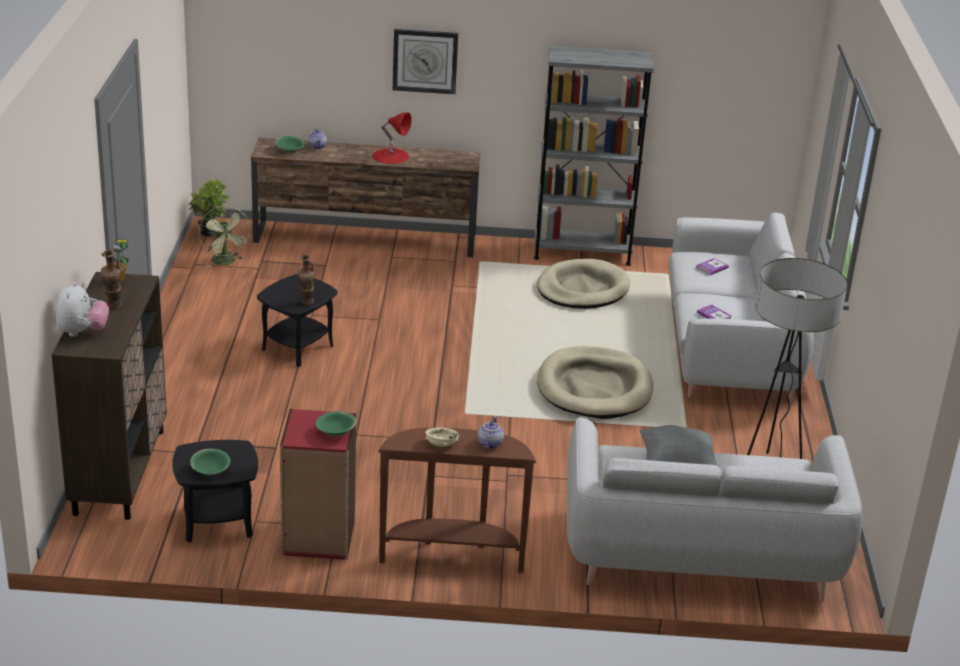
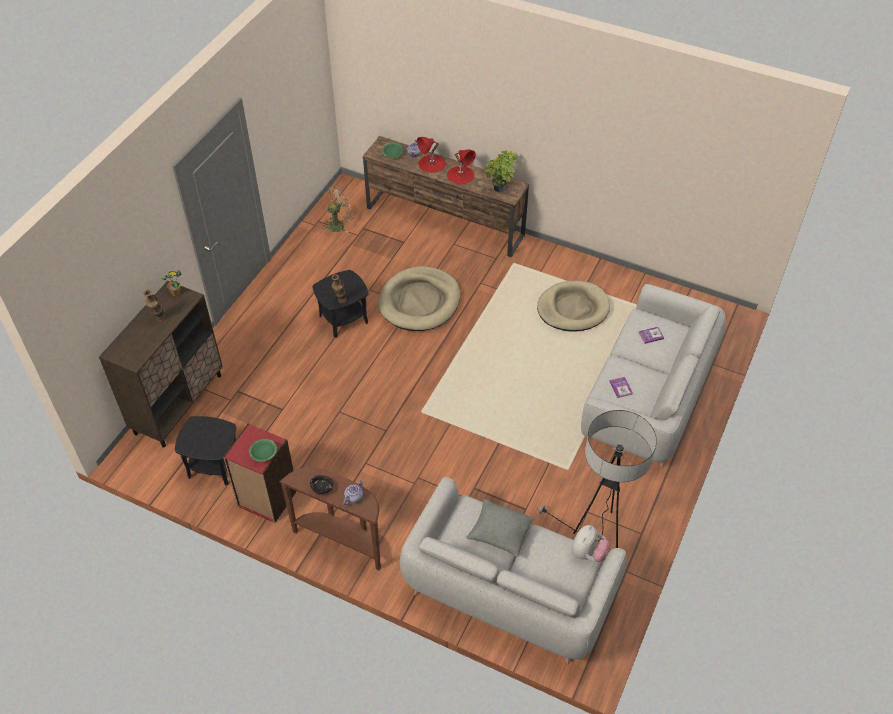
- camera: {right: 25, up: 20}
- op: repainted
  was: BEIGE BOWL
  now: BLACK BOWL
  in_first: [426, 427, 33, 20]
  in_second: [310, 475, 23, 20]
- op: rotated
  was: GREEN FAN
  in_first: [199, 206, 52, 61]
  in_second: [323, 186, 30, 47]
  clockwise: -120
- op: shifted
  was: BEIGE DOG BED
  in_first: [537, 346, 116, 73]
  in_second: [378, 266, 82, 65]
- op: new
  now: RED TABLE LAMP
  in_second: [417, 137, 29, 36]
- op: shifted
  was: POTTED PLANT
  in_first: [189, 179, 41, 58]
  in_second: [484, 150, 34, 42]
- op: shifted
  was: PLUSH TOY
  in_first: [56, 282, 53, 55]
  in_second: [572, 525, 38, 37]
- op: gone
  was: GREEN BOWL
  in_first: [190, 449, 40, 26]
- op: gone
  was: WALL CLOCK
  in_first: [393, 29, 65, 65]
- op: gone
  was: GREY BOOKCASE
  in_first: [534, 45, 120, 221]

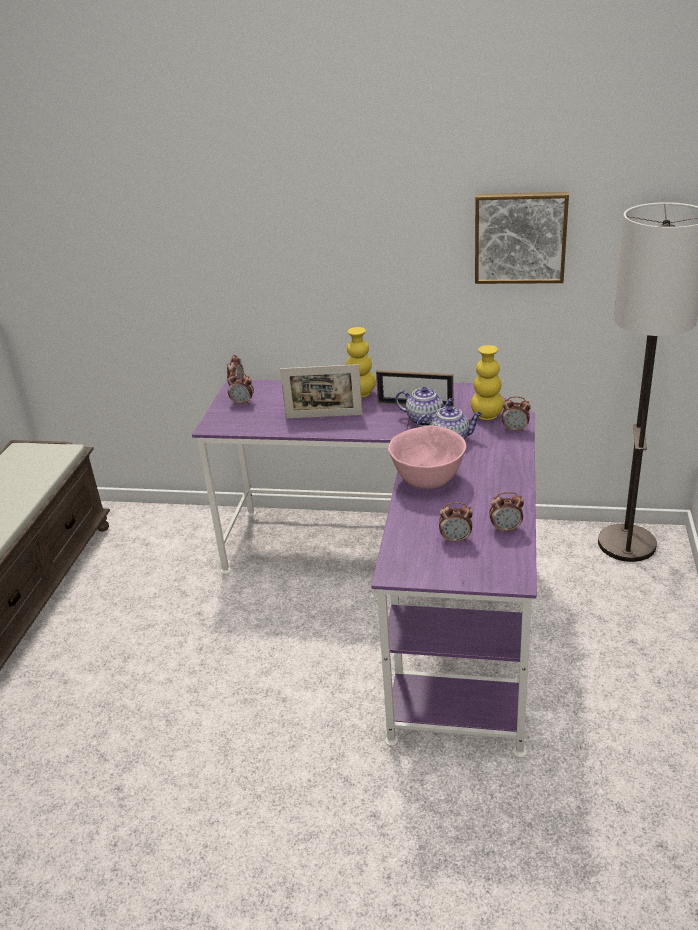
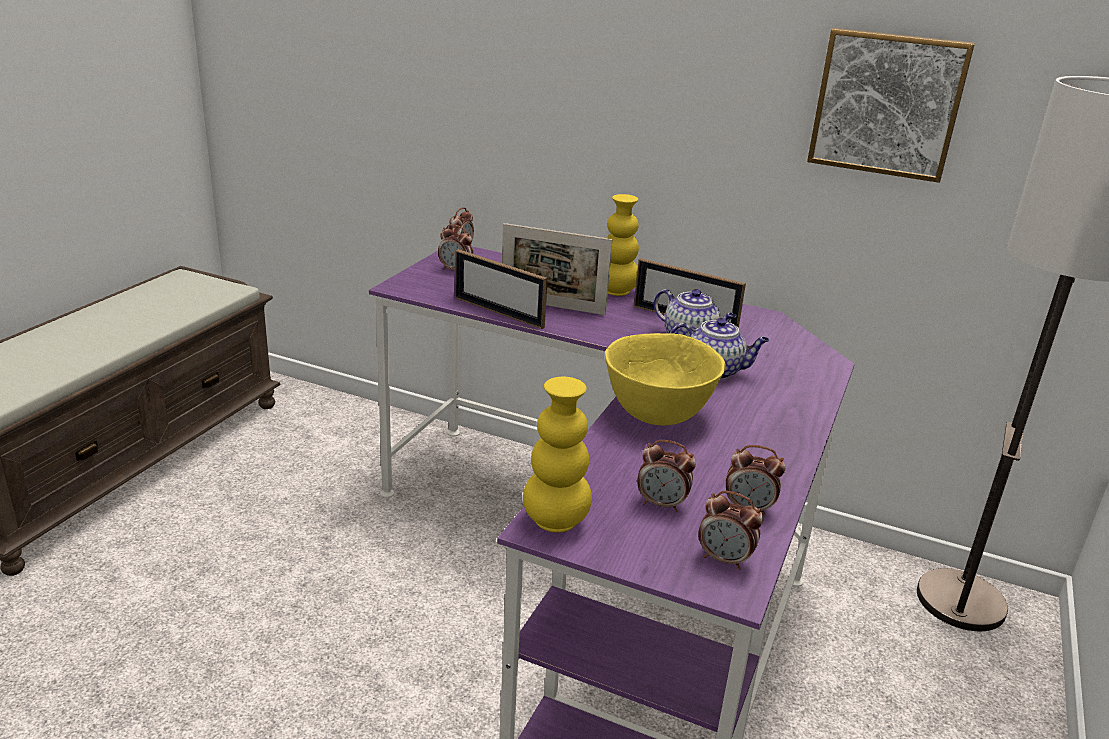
- camera: {right: 10, up: -5}
- op: new
  now: PICTURE FRAME
  in_second: [455, 249, 93, 80]
- op: shifted
  was: YELLOW VASE
  in_first: [471, 345, 33, 75]
  in_second: [523, 377, 69, 156]
- op: repainted
  was: PINK BOWL
  now: YELLOW BOWL
  in_first: [388, 425, 78, 64]
  in_second: [605, 333, 121, 92]
- op: shifted
  was: ALARM CLOCK
  in_first: [502, 396, 29, 36]
  in_second: [698, 491, 65, 79]

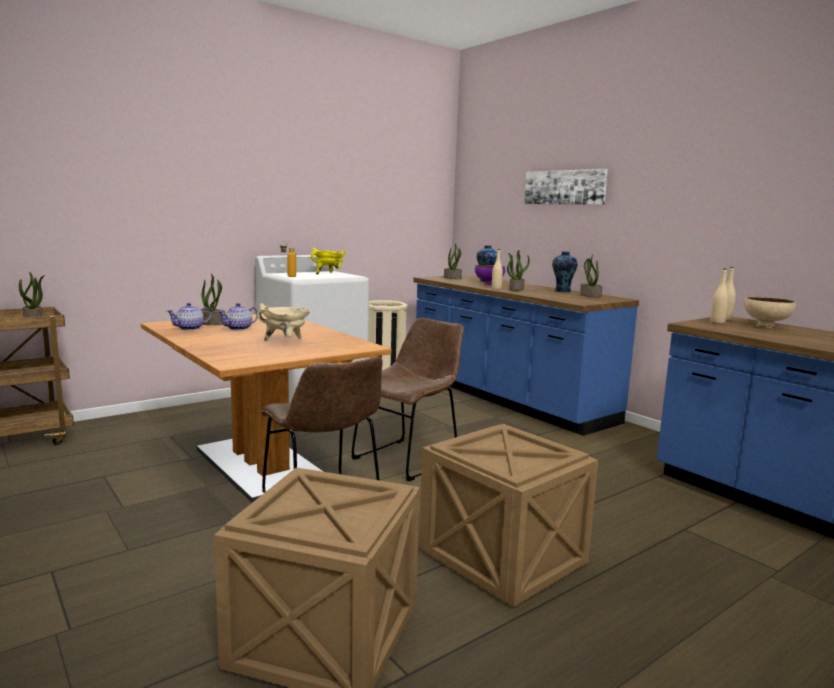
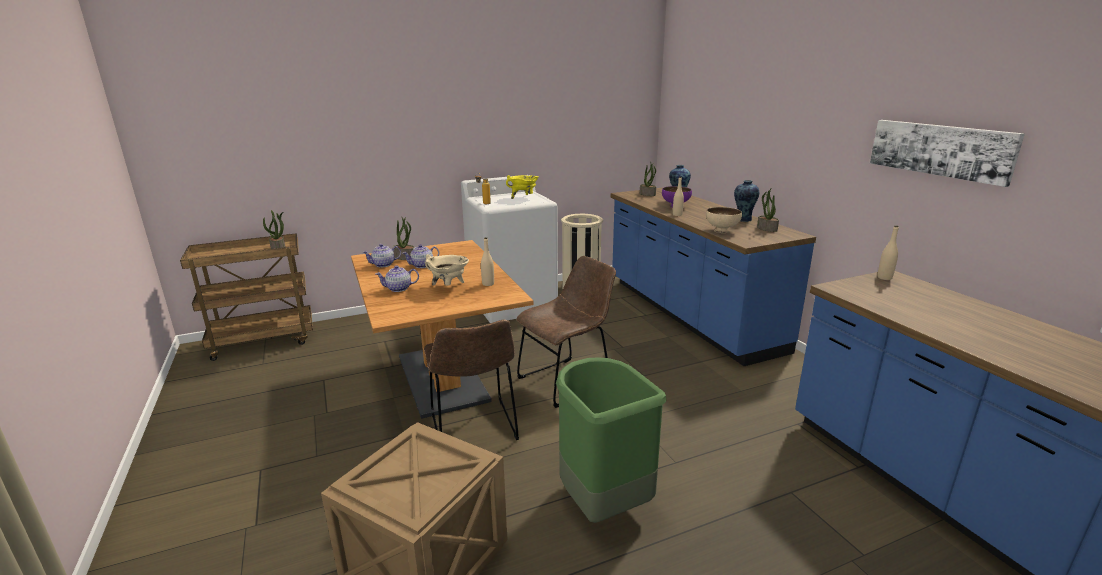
- camera: {right: 15, up: 10}
- op: new
  now: TEAPOT
  in_second: [375, 265, 44, 27]
- op: shifted
  was: BEIGE BOTTLE
  in_first: [711, 268, 18, 55]
  in_second: [481, 237, 13, 49]
- op: swapped
  was: CRATE
  now: GREEN TRASH CAN
  in_first: [419, 424, 179, 183]
  in_second: [556, 357, 111, 166]
- op: shifted
  was: BEIGE BOWL
  in_first: [744, 297, 52, 31]
  in_second: [706, 207, 36, 26]
- op: shifted
  was: PICTURE
  in_first: [524, 169, 84, 36]
  in_second: [870, 120, 155, 67]
- op: gone
  was: POTTED PLANT
  in_first: [507, 250, 23, 41]

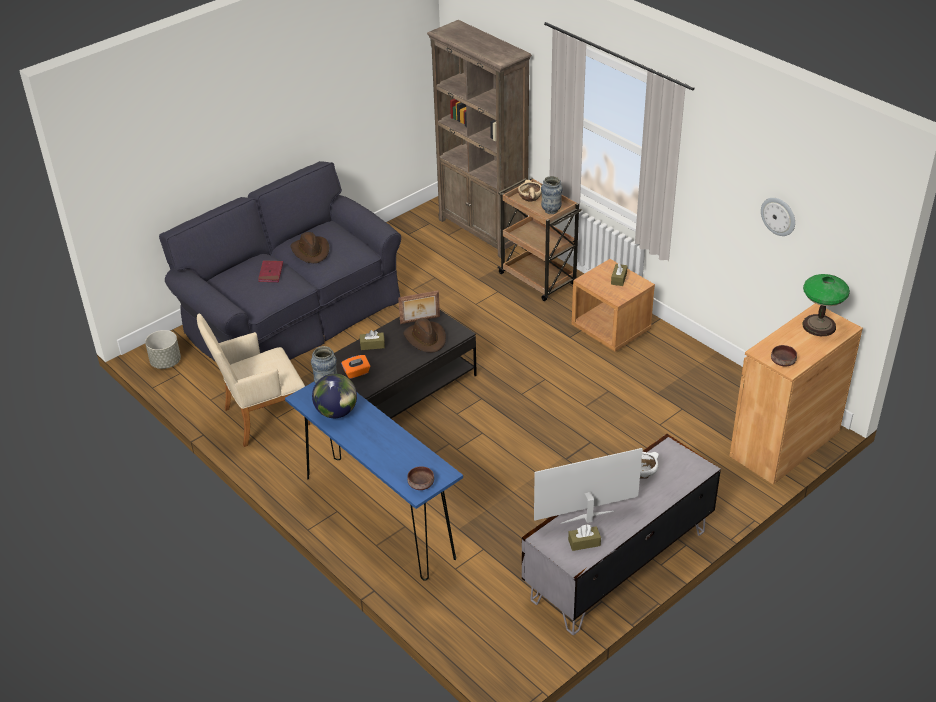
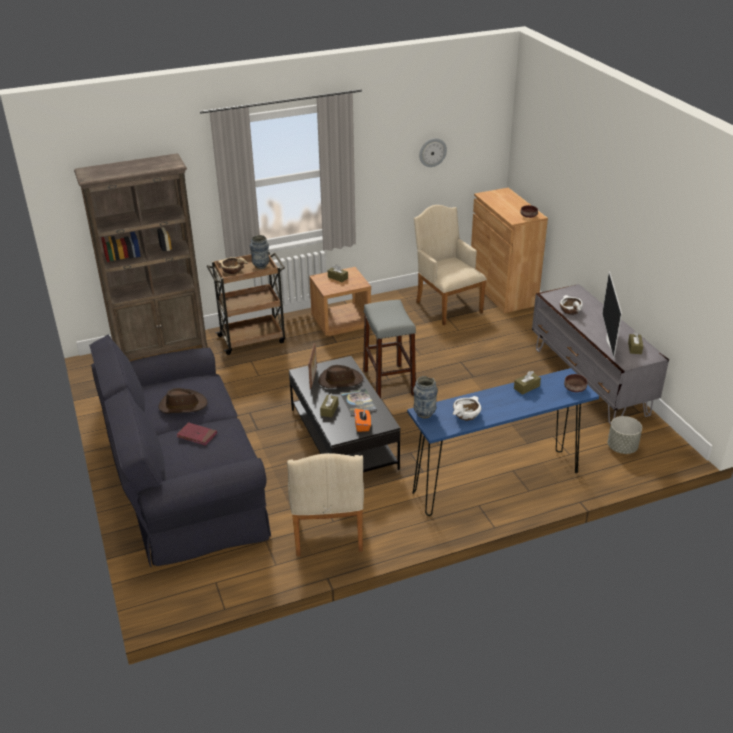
- camera: {right: -70, up: -5}
- op: new
  now: BOOK
  in_second: [341, 389, 36, 27]
- op: new
  now: GREY STOOL
  in_second: [363, 300, 53, 99]
- op: new
  now: BEIGE ARMCHAIR
  in_second: [414, 205, 73, 120]
- op: swapped
  was: GLOBE
  now: WHITE BOWL
  in_first: [312, 374, 45, 44]
  in_second: [453, 396, 28, 25]
- op: new
  now: BROWN TISSUE BOX
  in_second: [514, 371, 27, 24]
- op: shifted
  was: GREY PLANTER
  in_first: [145, 330, 36, 39]
  in_second: [608, 416, 34, 38]
- op: gone
  was: TABLE LAMP
  in_first: [802, 274, 48, 62]

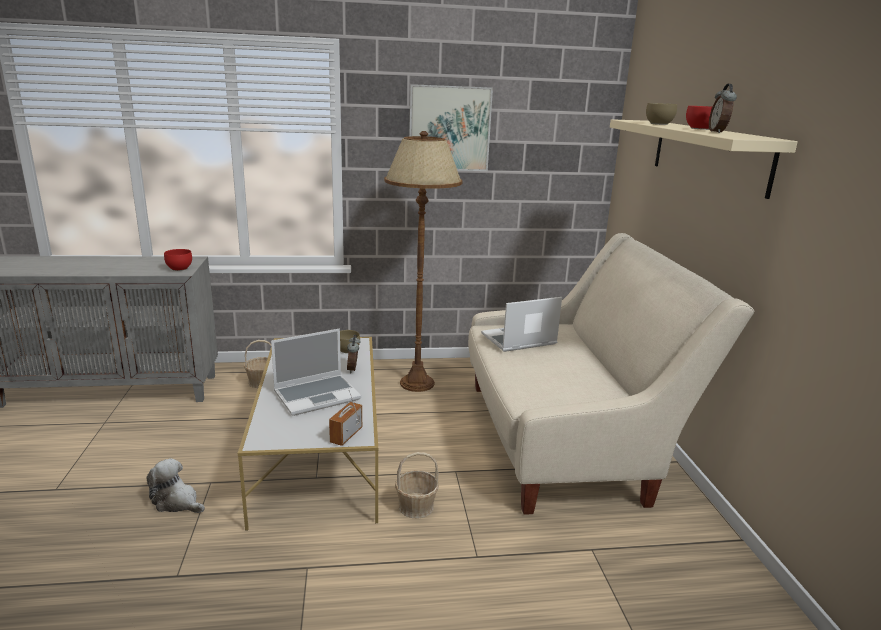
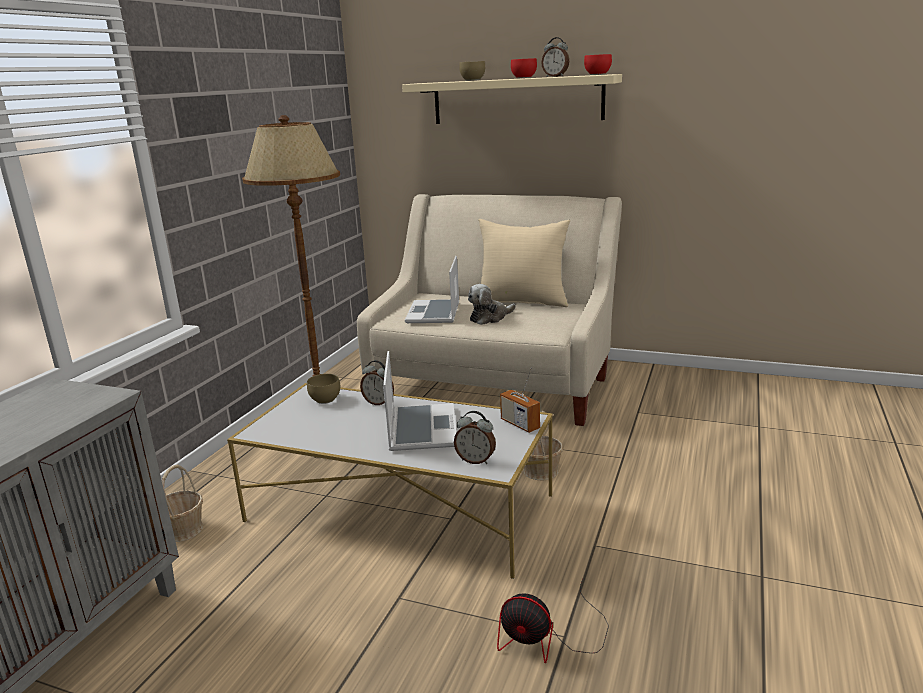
- camera: {right: -60, up: 0}
- op: new
  now: ALARM CLOCK
  in_second: [454, 411, 42, 53]
- op: shifted
  was: PLUSH TOY
  in_first: [147, 458, 58, 55]
  in_second: [468, 284, 48, 41]
- op: new
  now: BEIGE PILLOW
  in_second: [478, 219, 92, 88]
- op: new
  now: FAN
  in_second: [497, 579, 112, 84]
- op: shifted
  was: RED BOWL
  in_first: [164, 249, 28, 22]
  in_second: [584, 54, 28, 21]
- op: gone
  was: PICTURE
  in_first: [409, 84, 84, 87]

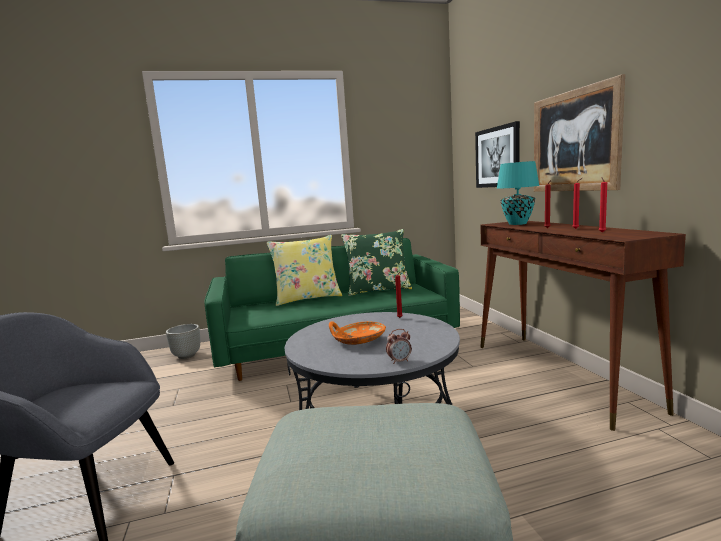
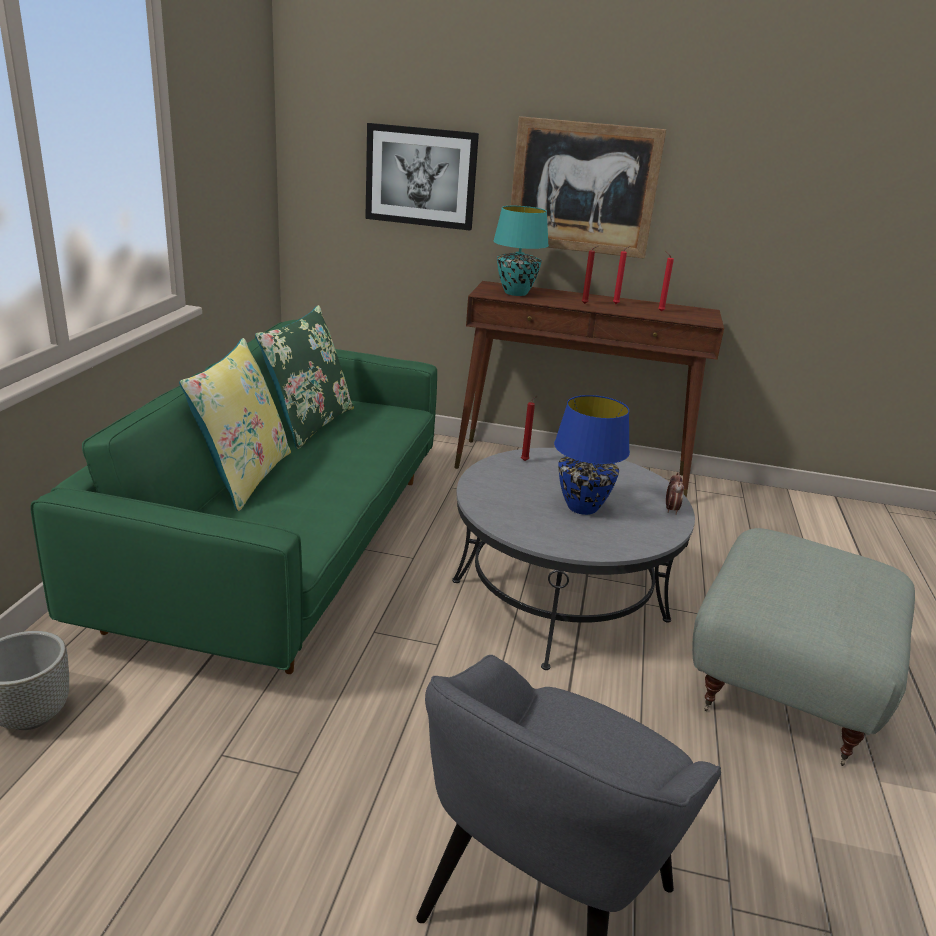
- camera: {right: -65, up: 15}
- op: swapped
  was: ORANGE BOWL
  now: BLUE TABLE LAMP
  in_first: [329, 321, 57, 24]
  in_second: [554, 395, 76, 120]

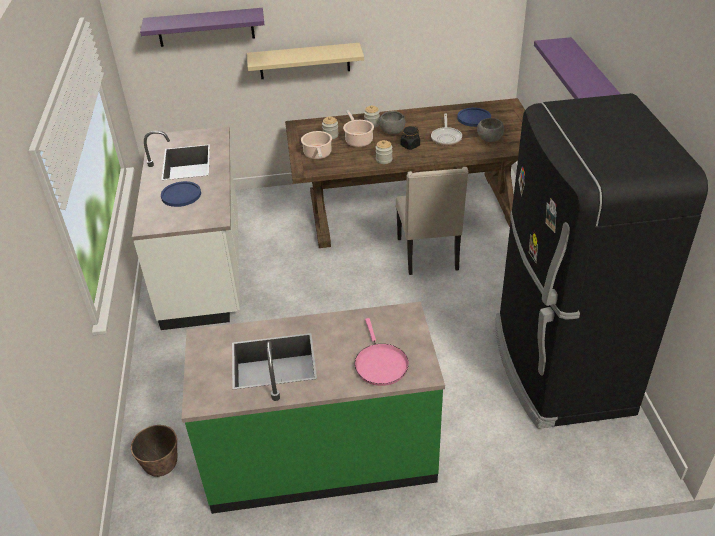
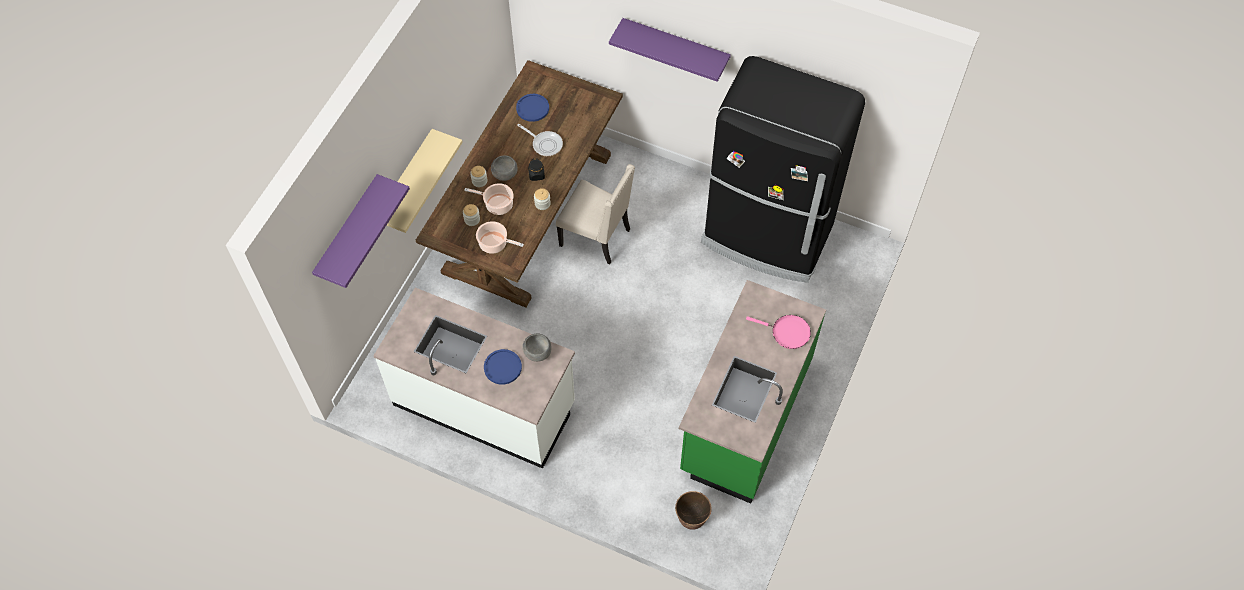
- camera: {right: -60, up: 20}
- op: shifted
  was: GREY BOWL
  in_first: [477, 118, 27, 24]
  in_second: [522, 333, 30, 29]

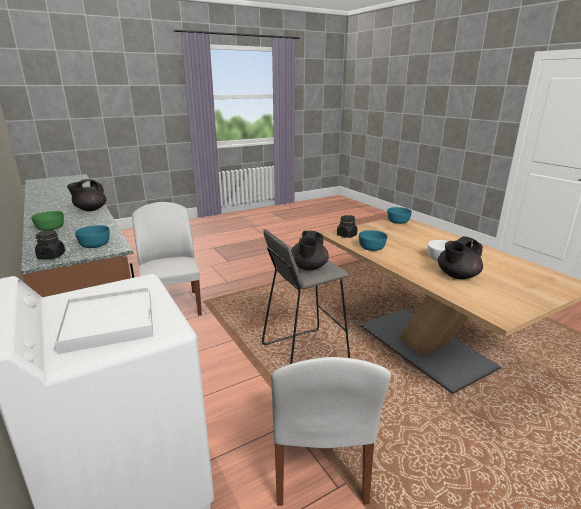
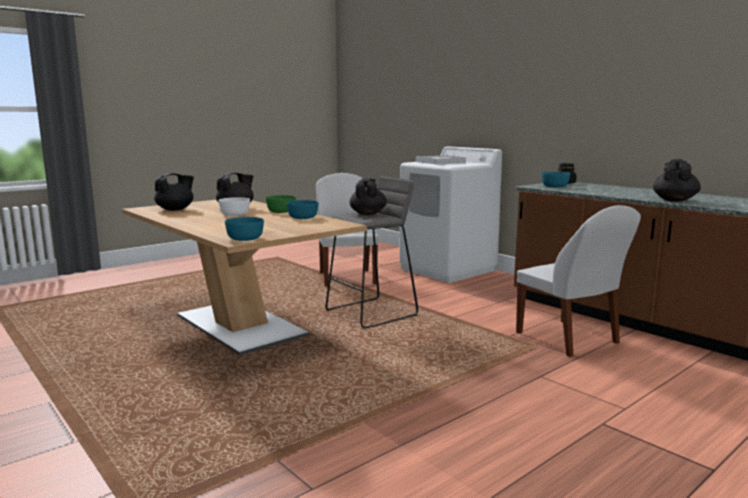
- camera: {right: 170, up: -10}
- op: new
  now: BLACK TEAPOT
  in_second: [154, 173, 40, 38]
- op: shifted
  was: GREEN BOWL
  in_first: [31, 211, 33, 20]
  in_second: [266, 195, 30, 18]
- op: gone
  was: BLACK JAR
  in_first: [337, 215, 20, 23]

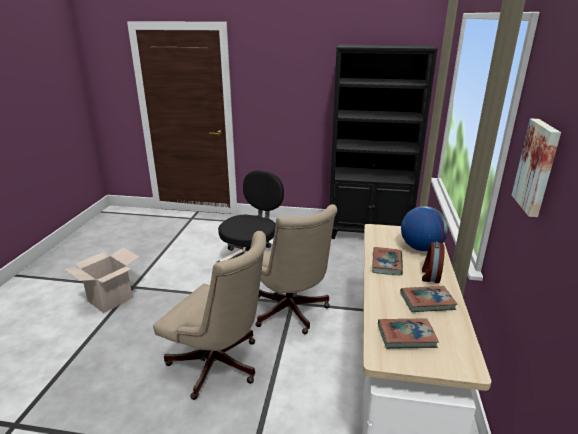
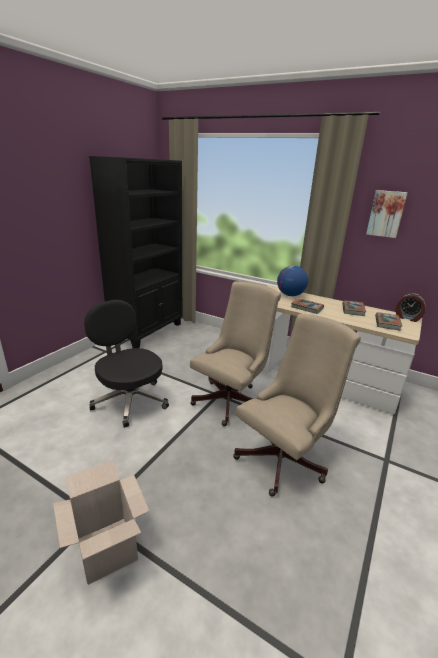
- camera: {right: -70, up: 0}
- op: rotated
  was: BEIGE OFFICE CHAIR
  in_first: [256, 204, 81, 130]
  in_second: [190, 281, 91, 145]
  clockwise: -45
- op: shifted
  was: ALARM CLOCK
  in_first: [422, 242, 23, 41]
  in_second: [396, 293, 30, 29]

